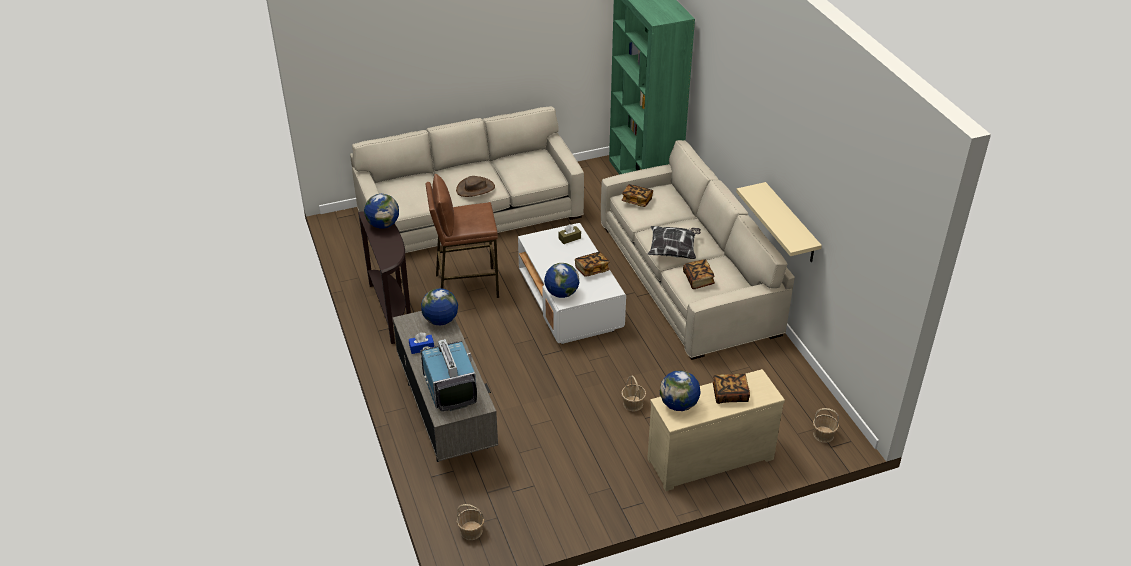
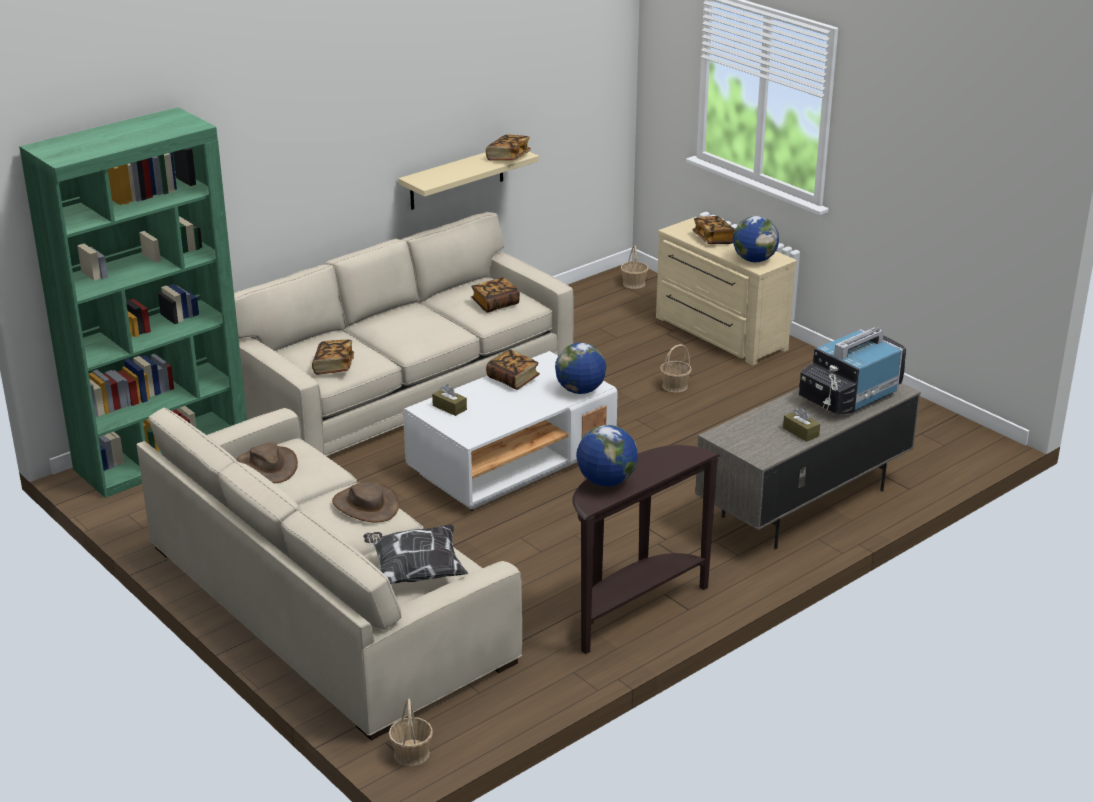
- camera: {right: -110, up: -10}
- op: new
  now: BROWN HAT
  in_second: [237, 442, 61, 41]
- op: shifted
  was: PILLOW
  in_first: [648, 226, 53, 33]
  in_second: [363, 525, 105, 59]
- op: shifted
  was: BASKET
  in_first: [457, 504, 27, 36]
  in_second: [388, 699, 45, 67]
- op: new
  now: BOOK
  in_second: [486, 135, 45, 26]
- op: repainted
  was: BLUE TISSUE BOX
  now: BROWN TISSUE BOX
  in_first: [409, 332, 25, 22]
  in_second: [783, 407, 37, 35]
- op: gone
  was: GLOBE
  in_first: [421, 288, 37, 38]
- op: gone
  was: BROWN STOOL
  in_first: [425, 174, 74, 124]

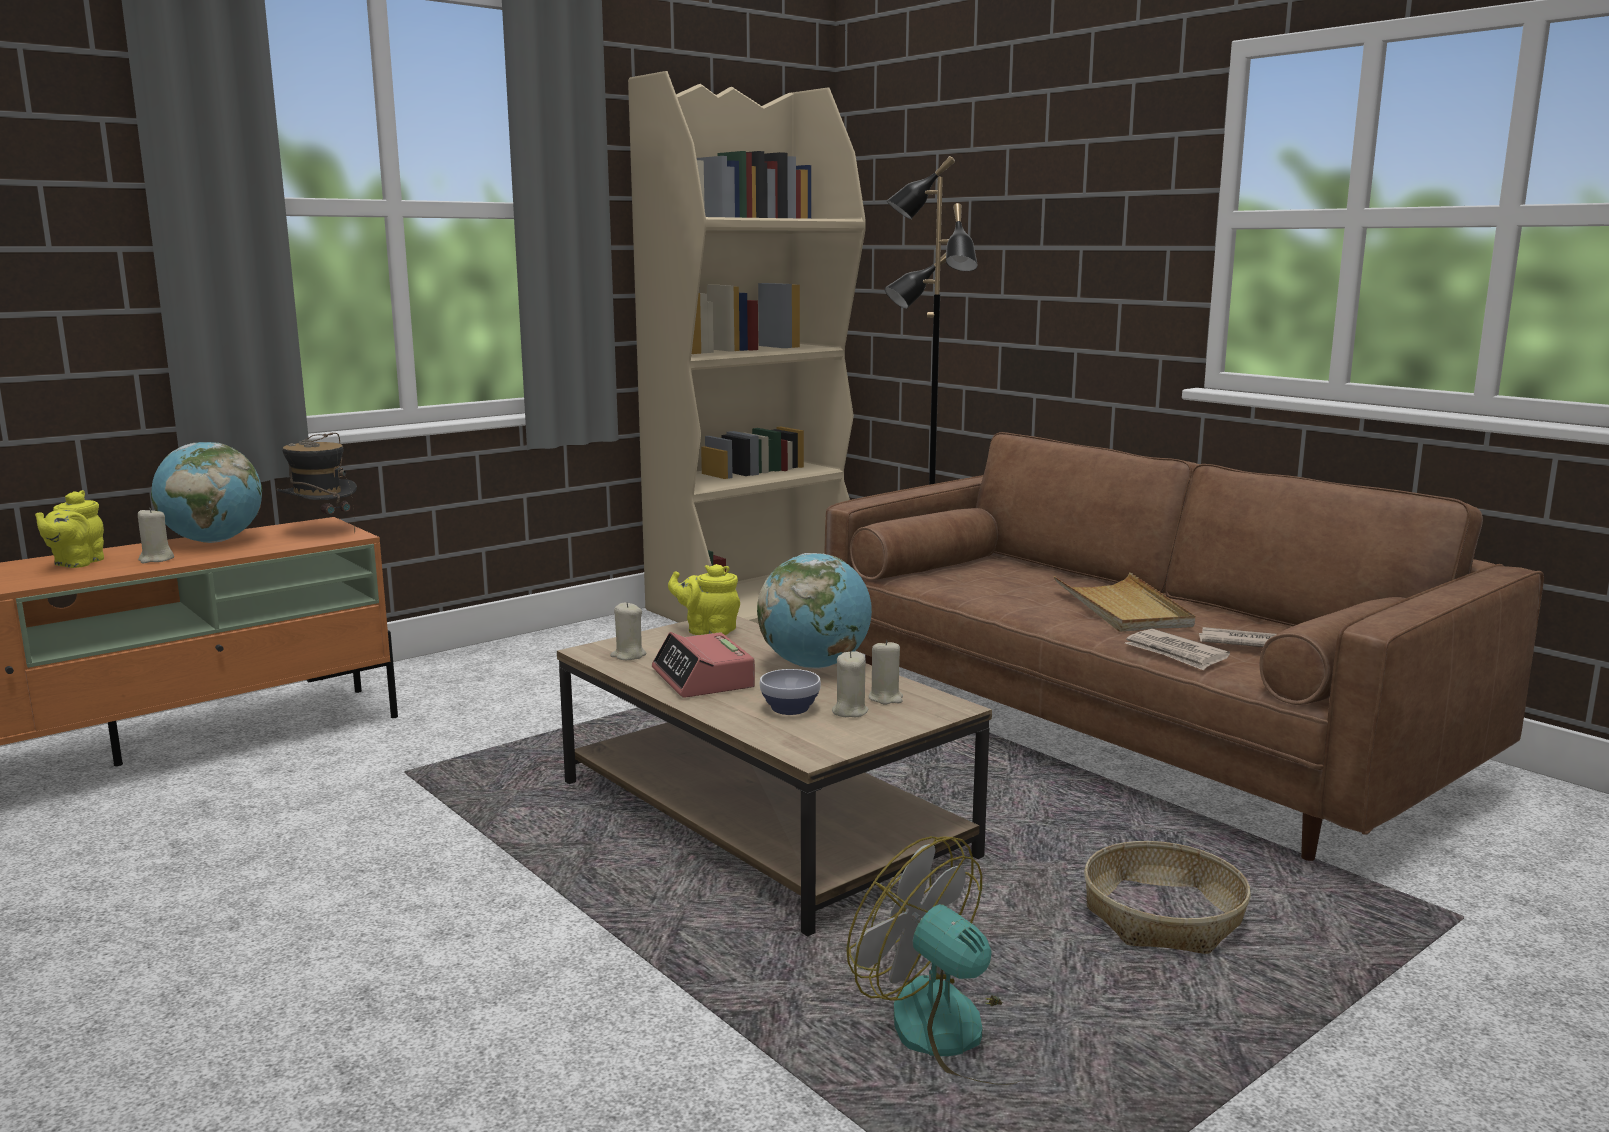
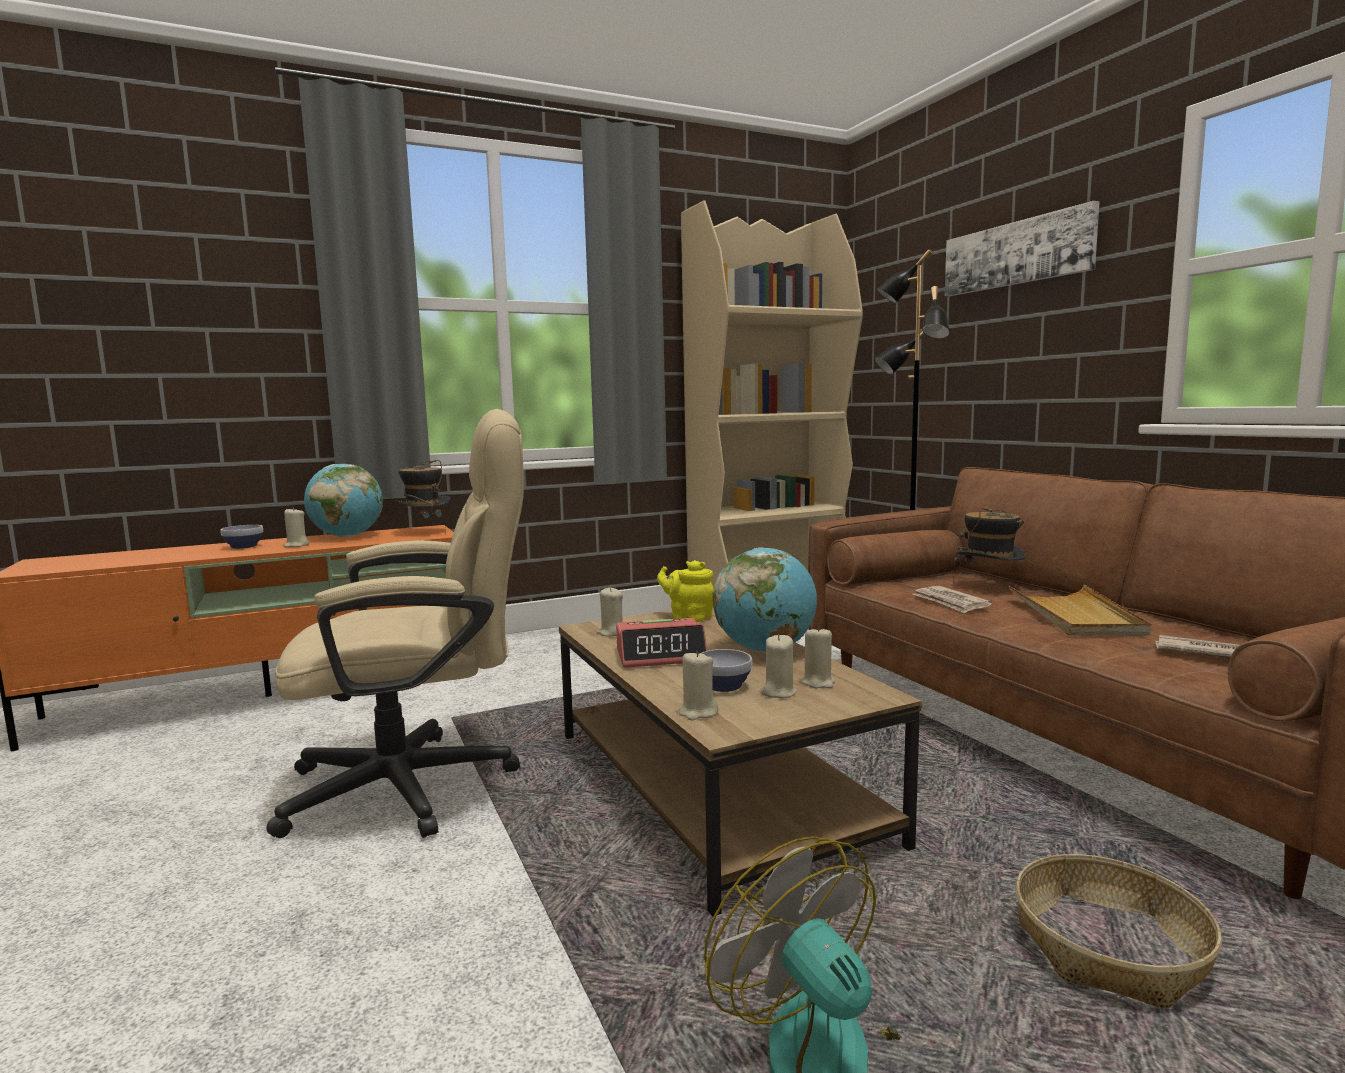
- camera: {right: 15, up: -5}
- op: swapped
  was: YELLOW TEAPOT
  now: BOWL
  in_first: [35, 490, 69, 78]
  in_second: [220, 525, 43, 24]
- op: new
  now: BEIGE OFFICE CHAIR
  in_second: [266, 409, 258, 429]
- op: rotated
  was: ALARM CLOCK
  in_first: [652, 632, 103, 66]
  in_second: [616, 618, 91, 50]
  clockwise: -90
- op: new
  now: BEIGE CANDLE
  in_second: [679, 651, 40, 69]
- op: shifted
  was: NEWSPAPER
  in_first: [1125, 629, 105, 42]
  in_second: [913, 586, 79, 27]
- op: new
  now: PICTURE
  in_second: [945, 201, 155, 95]
- op: new
  now: HAT
  in_second: [953, 507, 73, 75]

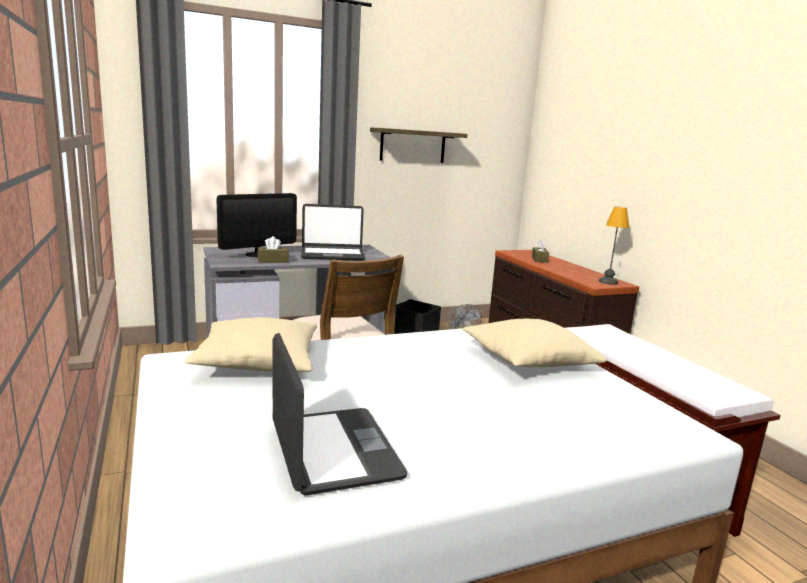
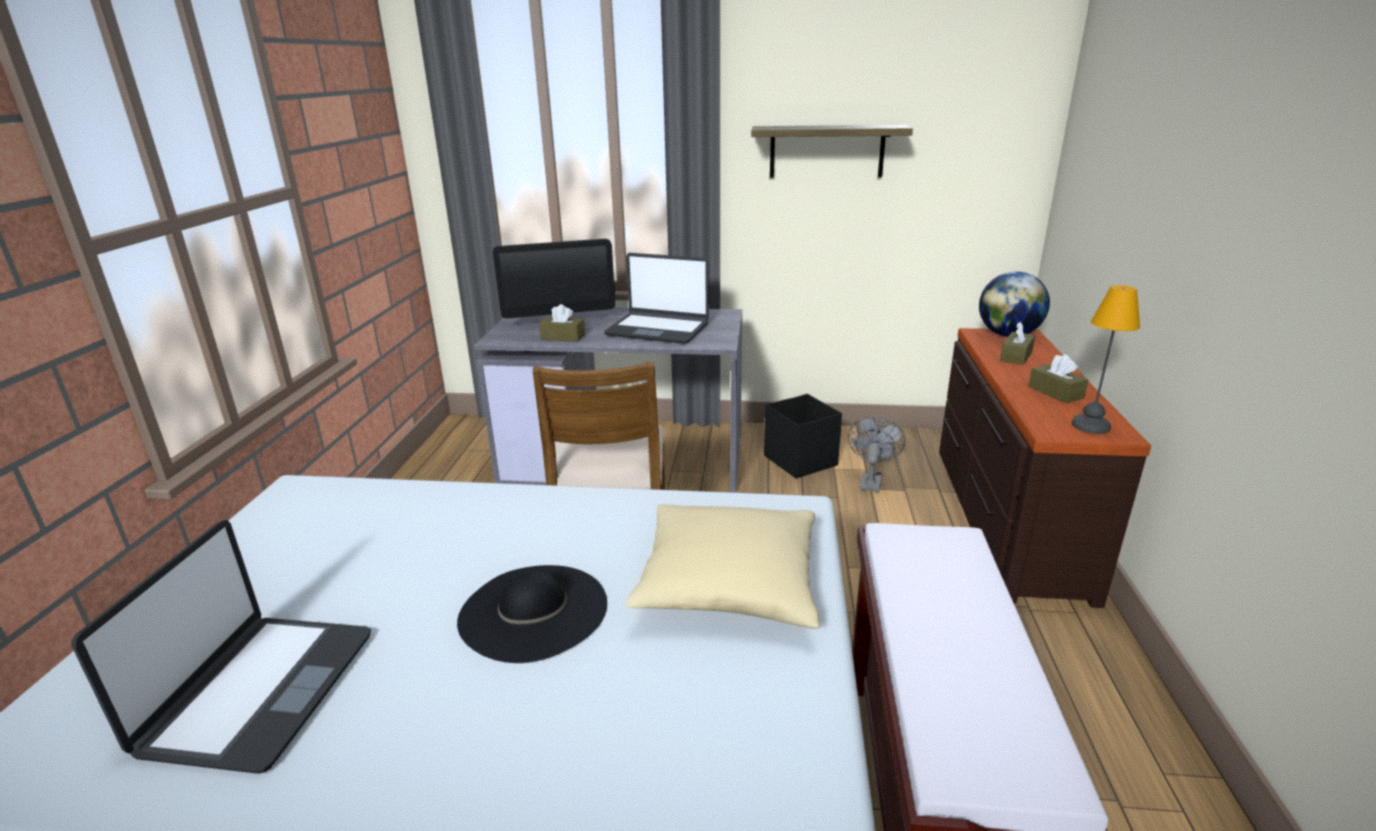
- camera: {right: 30, up: 10}
- op: new
  now: BLACK HAT
  in_second: [457, 565, 150, 98]
- op: new
  now: GLOBE
  in_second: [979, 271, 71, 66]
- op: new
  now: BROWN TISSUE BOX
  in_second: [1028, 354, 61, 49]
- op: gone
  was: BEIGE PILLOW
  in_first: [185, 317, 132, 55]

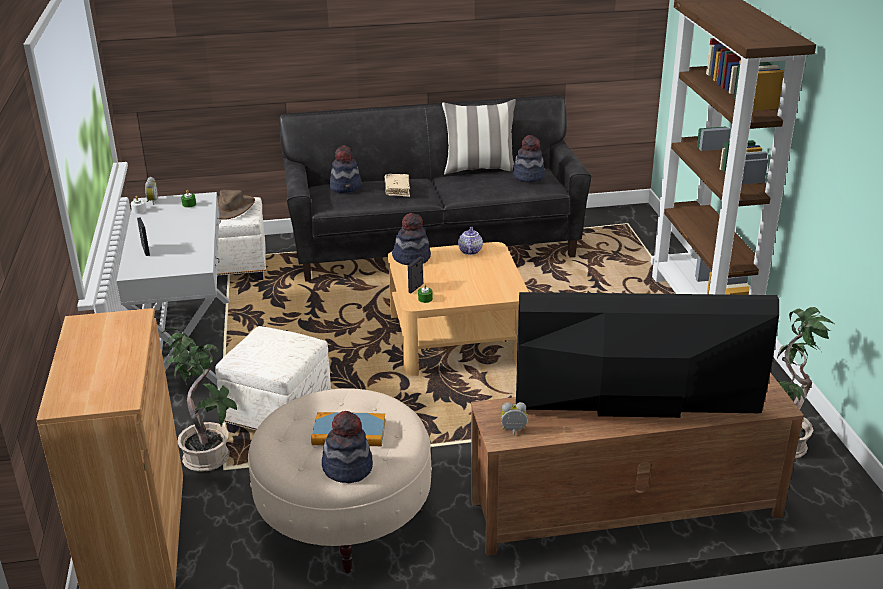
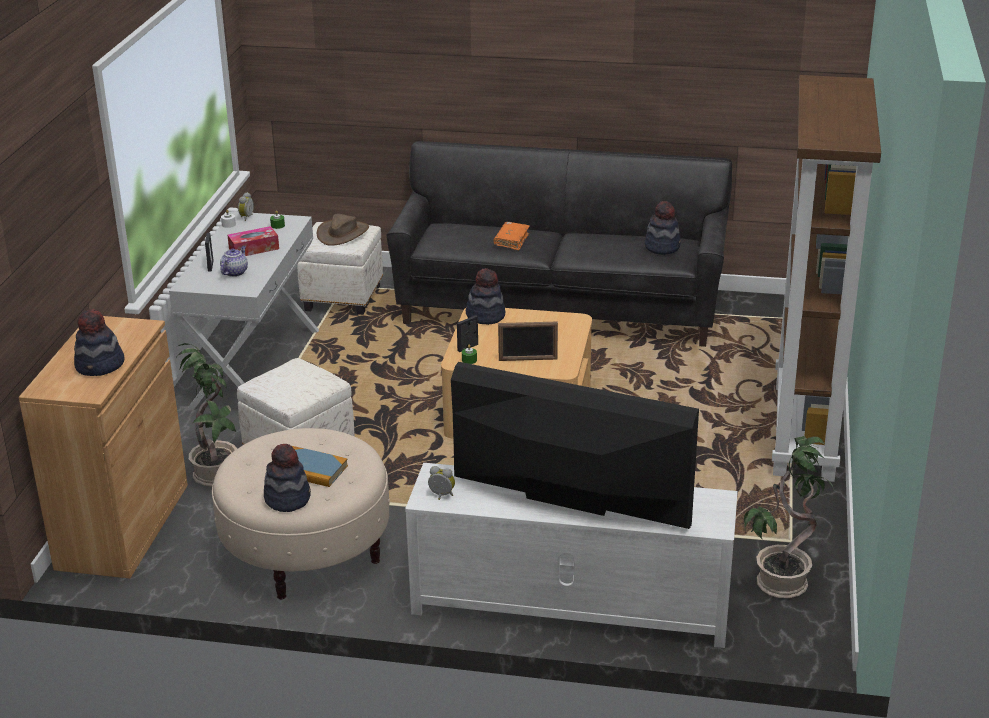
- camera: {right: 20, up: 0}
- op: shifted
  was: HAT
  in_first: [329, 145, 33, 48]
  in_second: [74, 309, 50, 67]
- op: shifted
  was: TEAPOT
  in_first: [458, 227, 25, 28]
  in_second: [220, 246, 28, 31]
- op: new
  now: TISSUE BOX
  in_second: [228, 226, 51, 30]
- op: repainted
  was: BROWN TV STAND
  now: WHITE TV STAND
  in_first: [471, 373, 333, 183]
  in_second: [405, 463, 333, 185]
- op: repainted
  was: BEIGE BOOK
  now: ORANGE BOOK
  in_first: [385, 174, 25, 23]
  in_second: [494, 222, 36, 28]
- op: new
  now: PICTURE FRAME
  in_second: [498, 321, 60, 40]
- op: gone
  was: PILLOW
  in_first: [442, 99, 74, 76]

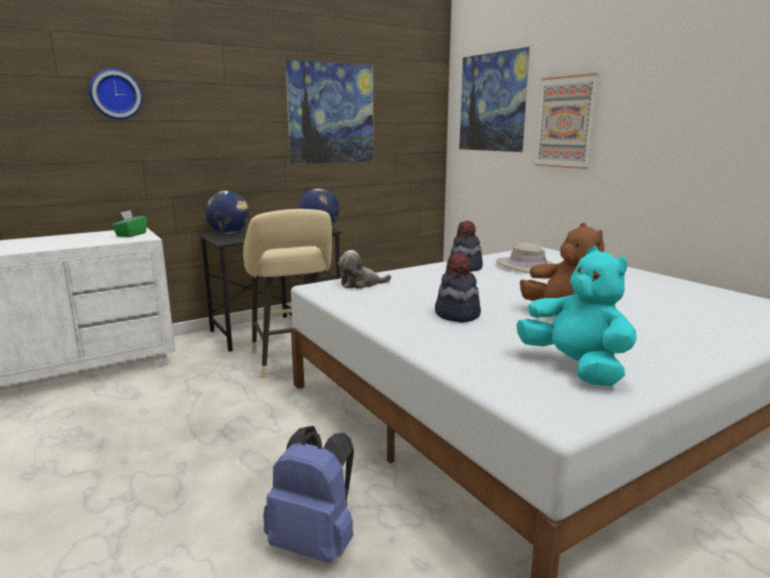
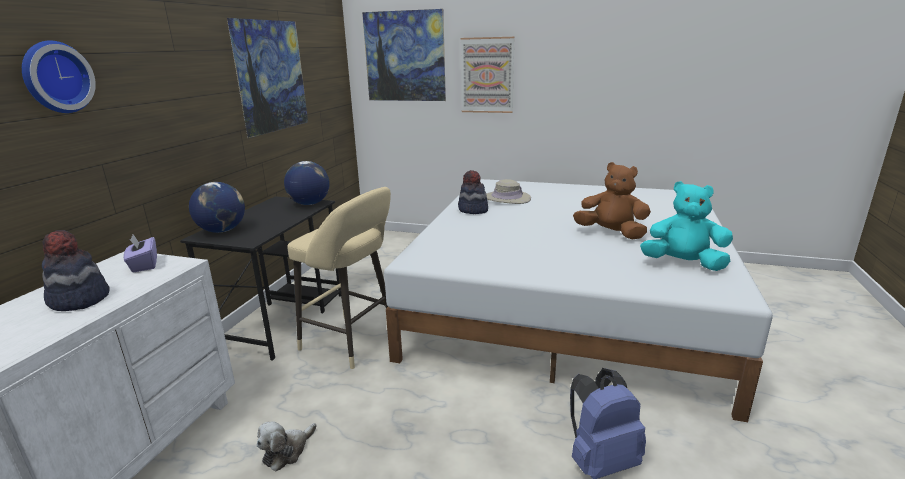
- camera: {right: -40, up: 5}
- op: shifted
  was: HAT
  in_first: [435, 252, 46, 71]
  in_second: [42, 230, 68, 81]
- op: repainted
  was: GREEN TISSUE BOX
  now: PURPLE TISSUE BOX
  in_first: [112, 210, 35, 27]
  in_second: [123, 234, 34, 38]
- op: shifted
  was: PLUSH TOY
  in_first: [338, 250, 53, 39]
  in_second: [257, 422, 60, 49]

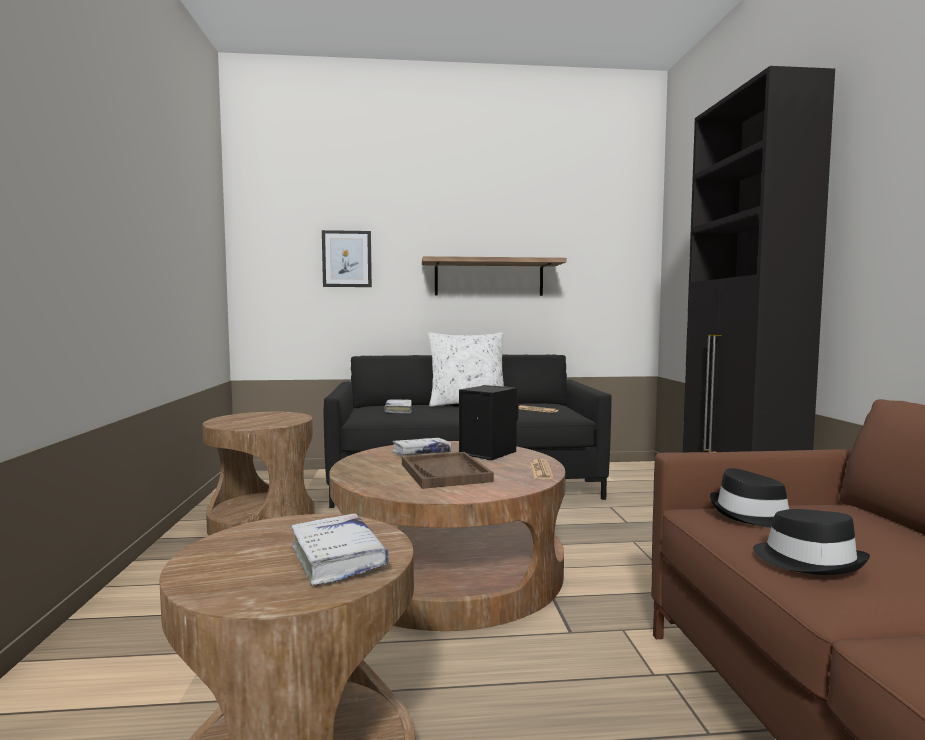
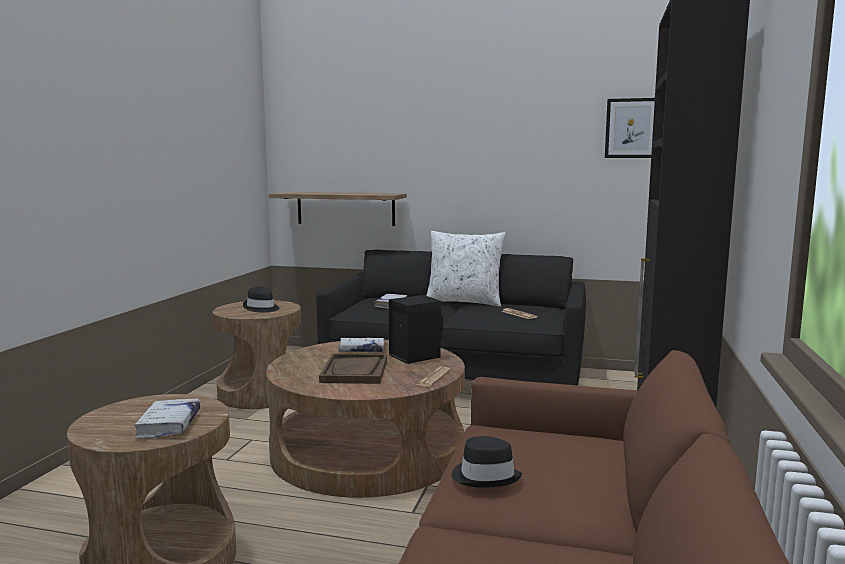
- camera: {right: 20, up: 5}
- op: shifted
  was: BLACK HAT
  in_first: [710, 468, 79, 60]
  in_second: [243, 287, 36, 25]
- op: shifted
  was: SHELF
  in_first: [422, 256, 145, 40]
  in_second: [269, 192, 138, 34]
- op: shifted
  was: PICTURE
  in_first: [322, 230, 50, 57]
  in_second: [605, 98, 50, 60]

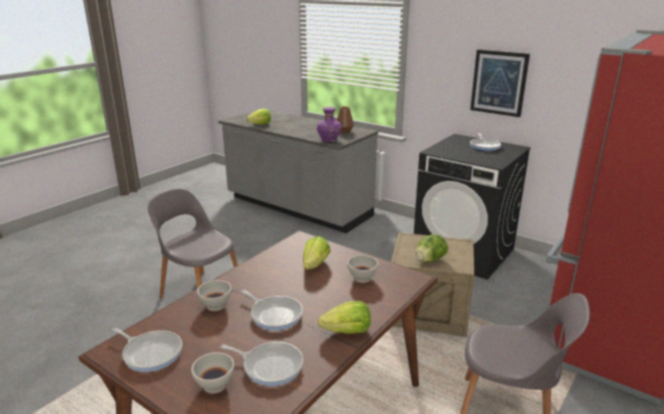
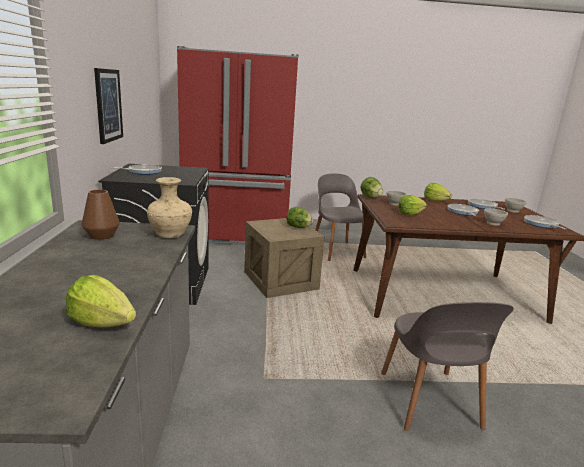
- camera: {right: -130, up: -5}
- op: repainted
  was: PURPLE VASE
  now: BEIGE VASE
  in_first: [317, 107, 25, 35]
  in_second: [147, 177, 45, 61]
- op: new
  now: LETTUCE
  in_second: [361, 177, 22, 22]

